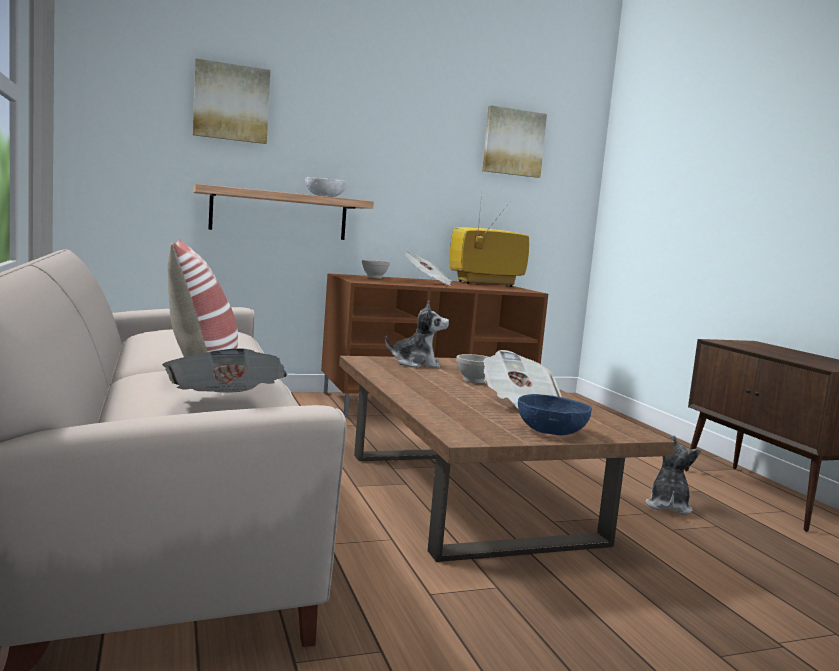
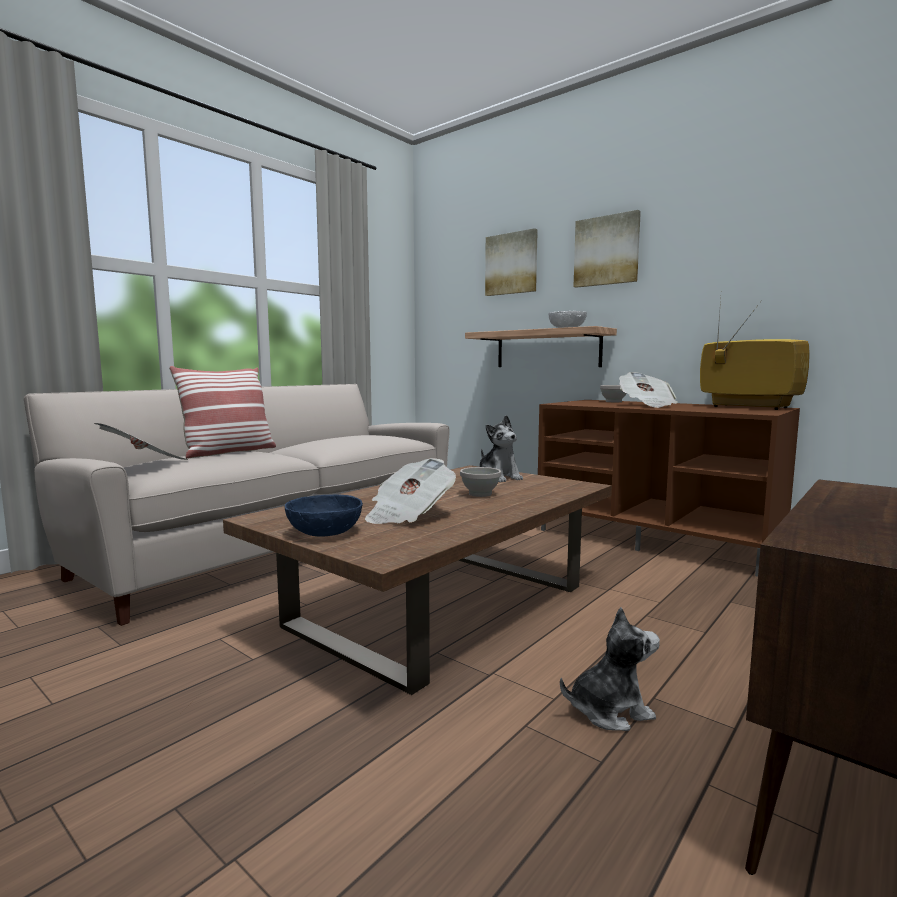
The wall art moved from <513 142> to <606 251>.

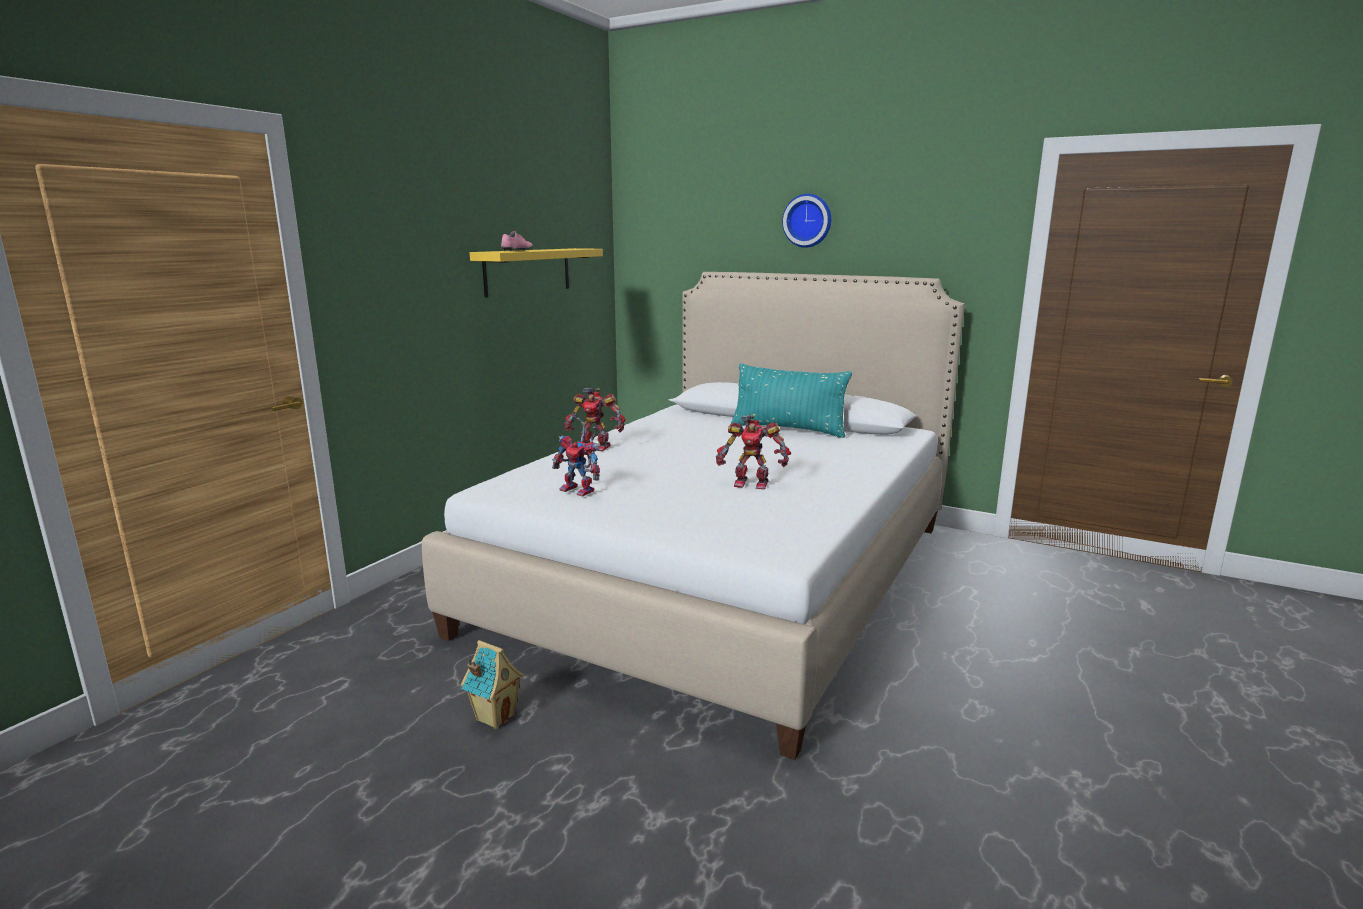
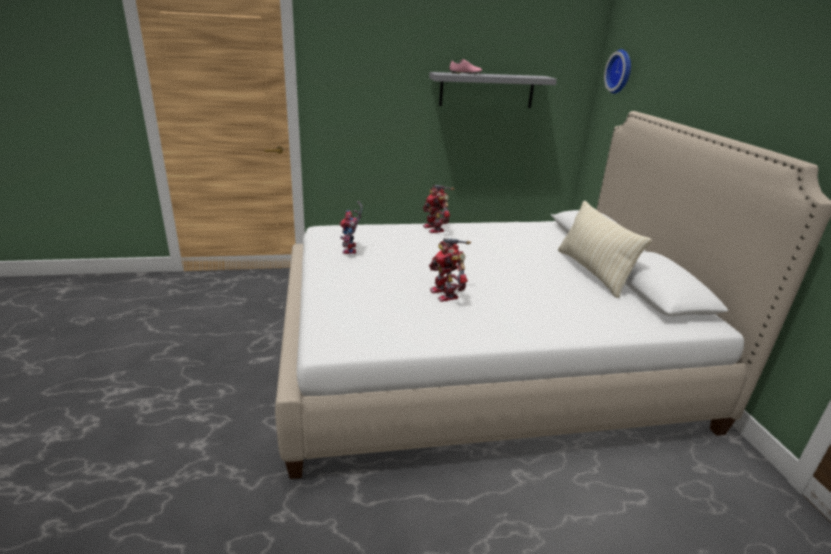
The clock on the wall moved from <808 220> to <621 71>.
The yellowish wall shelf at <528 271> became the grey wall shelf at <487 90>.
The blue-green throw pillow at <788 430> became the sand-coloured throw pillow at <592 272>.
The miniature house at <495 717> disappeared.

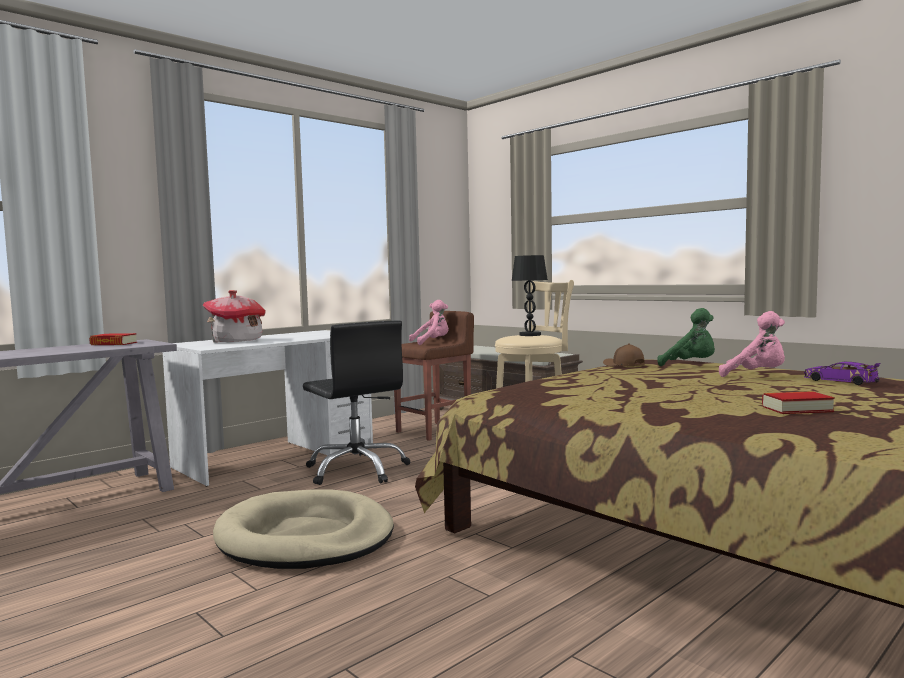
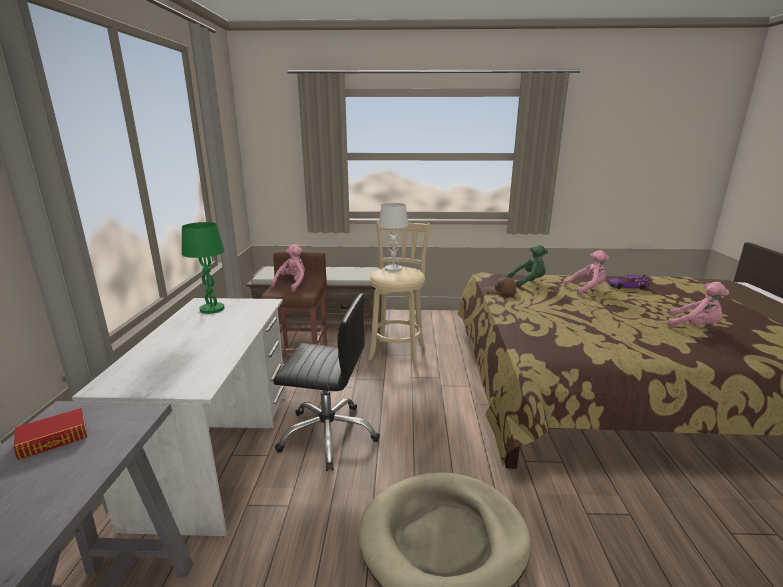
The black table lamp at <530 335> became the whitish table lamp at <393 269>.
The miniature house at <236 341> disappeared.
The book at <797 409> was replaced by the pinkish cuddly toy at <694 326>.
The green-coloured table lamp at <212 309> appeared.

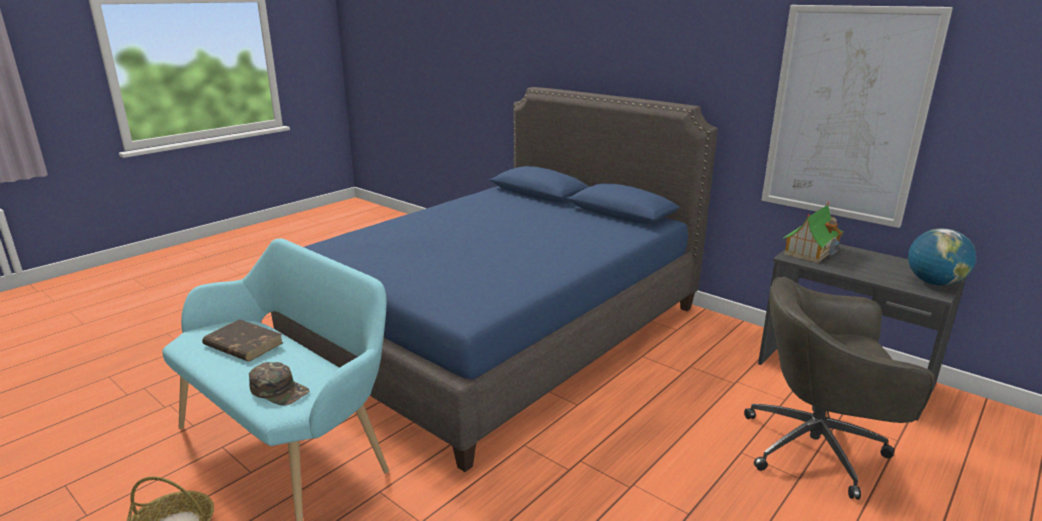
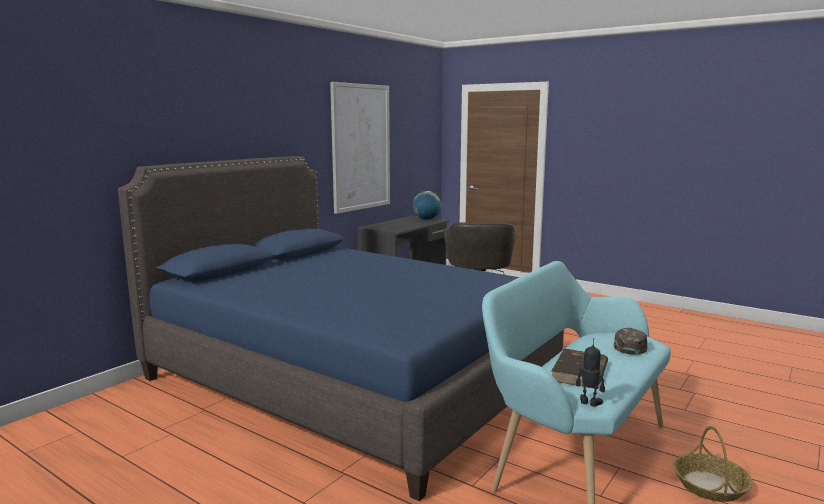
The miniature house at <810 251> disappeared.
The toy robot at <589 403> appeared.

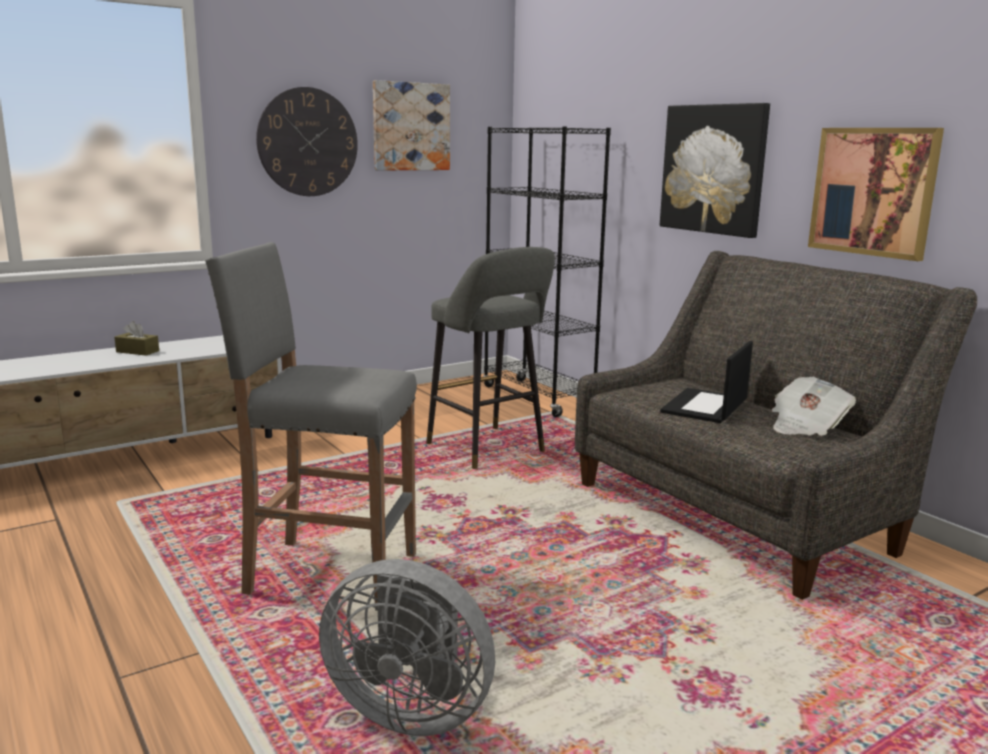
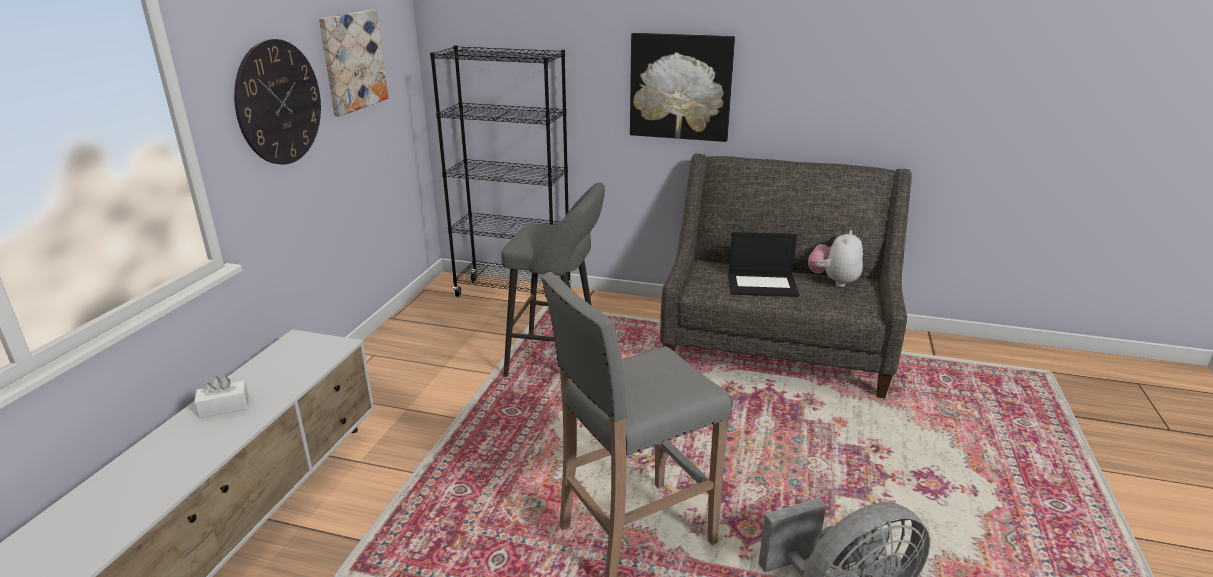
The wall art at <873 191> disappeared.
The brown tissue box at <137 351> became the whitish tissue box at <224 407>.
The portable computer at <705 407> turned 75 degrees counterclockwise.
The printed paper at <806 426> was replaced by the cuddly toy at <833 281>.

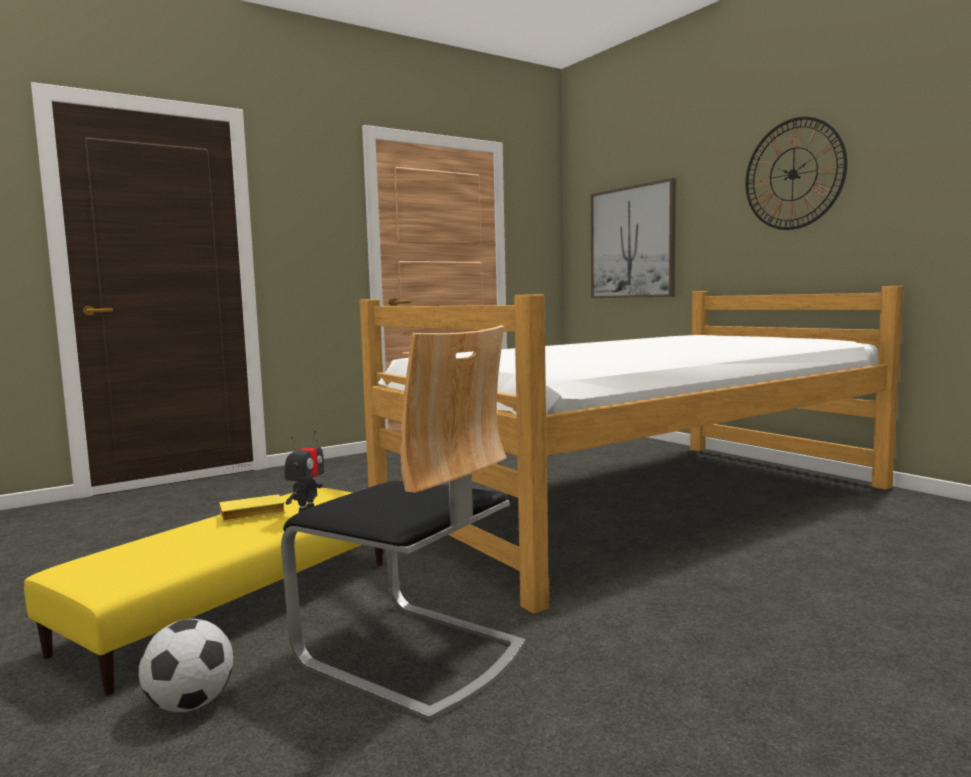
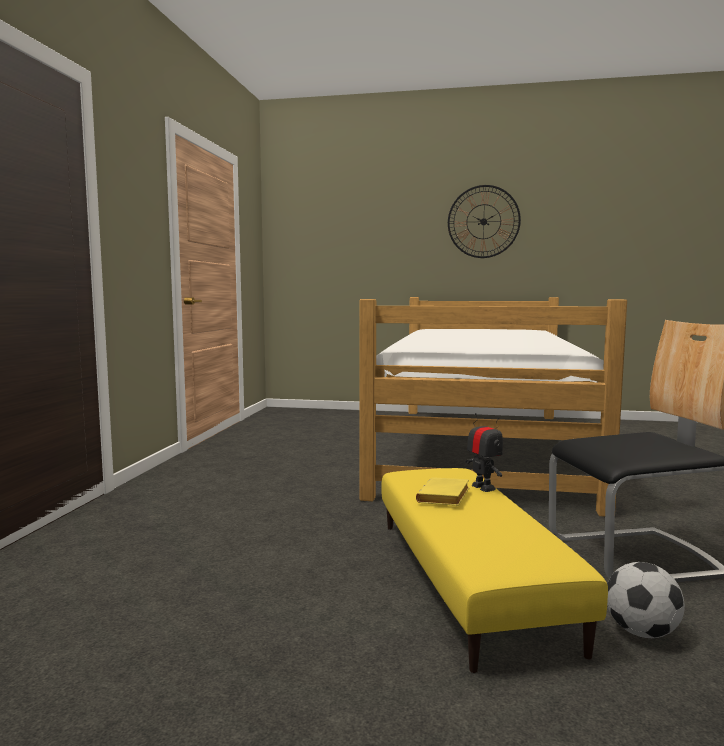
The wall art at <632 242> disappeared.

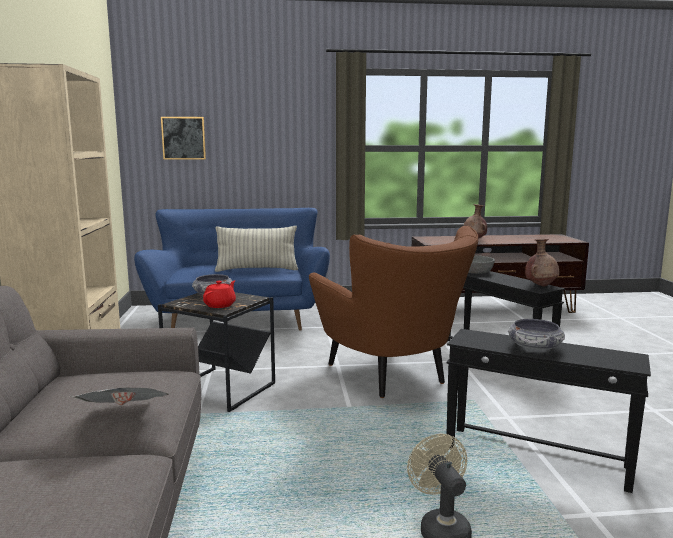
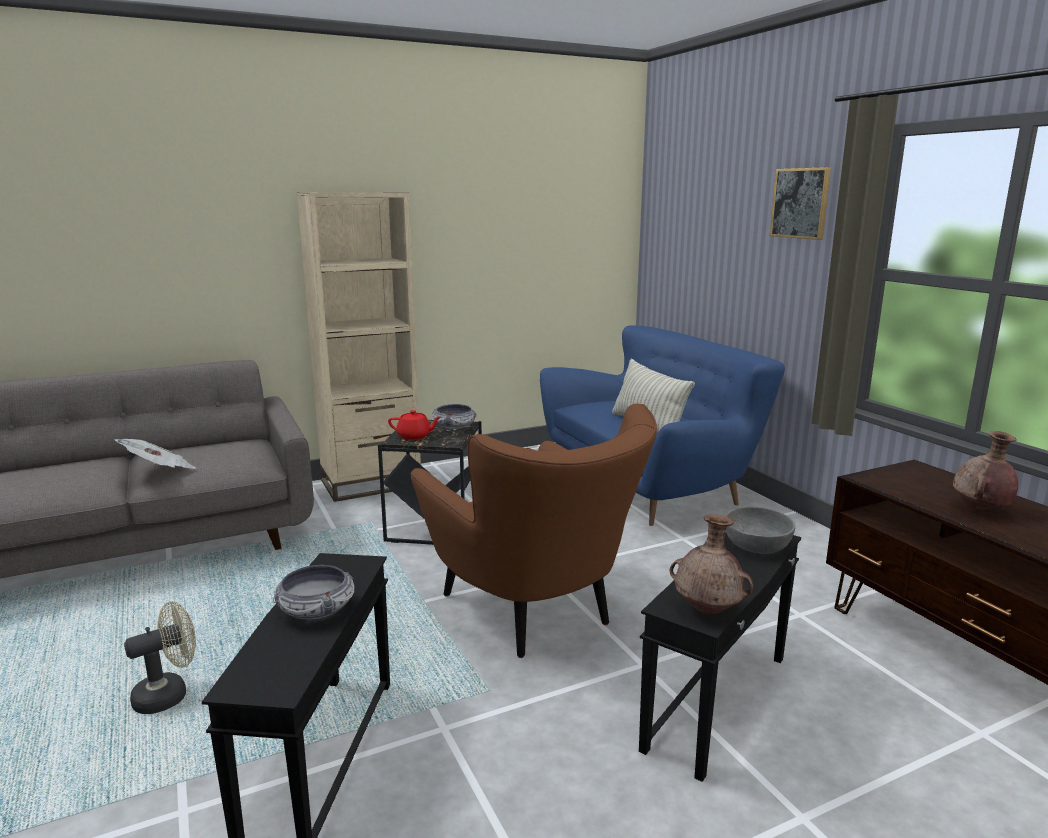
The wall art moved from <183 138> to <800 203>.
The brown easy chair at <391 376> turned 75 degrees counterclockwise.

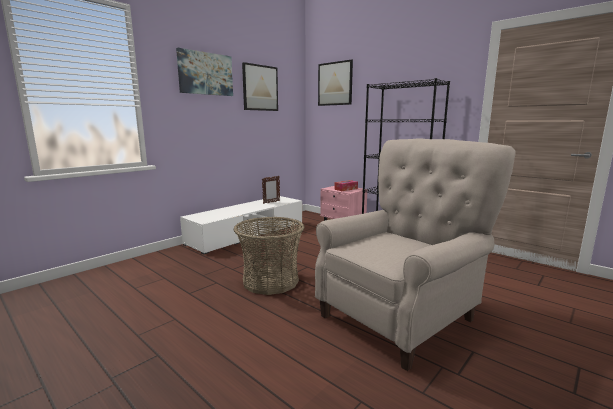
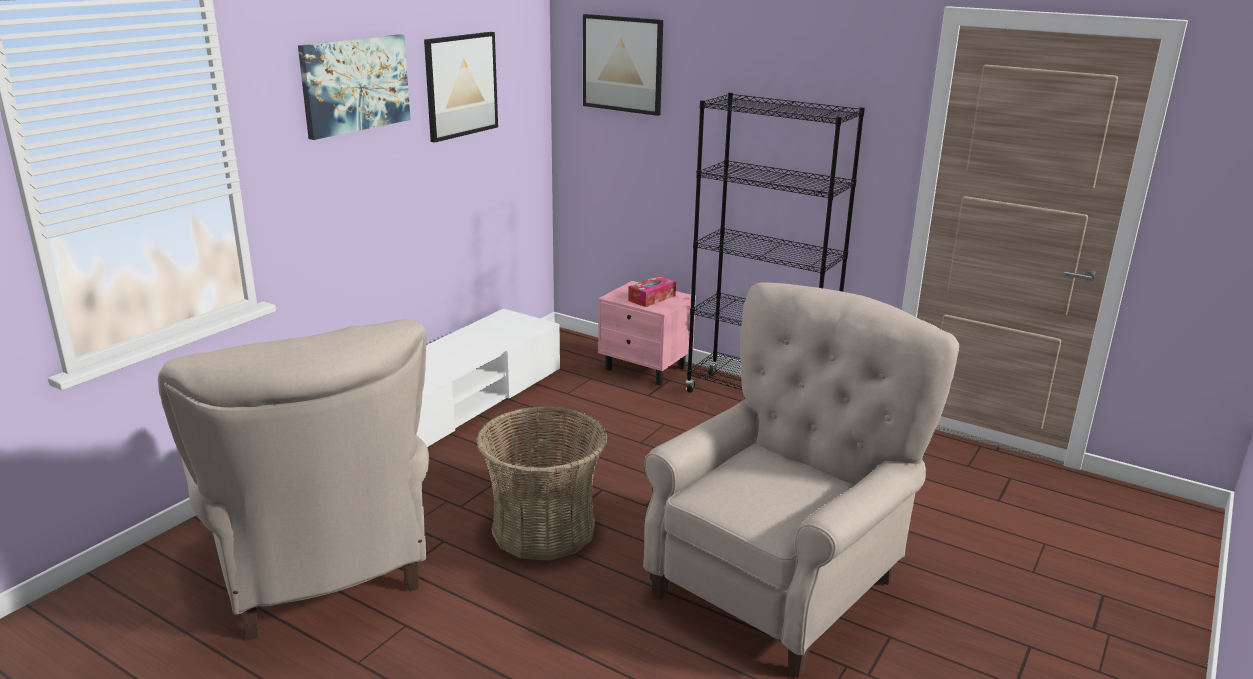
The picture frame at <271 202> disappeared.
The sand-coloured easy chair at <318 567> appeared.

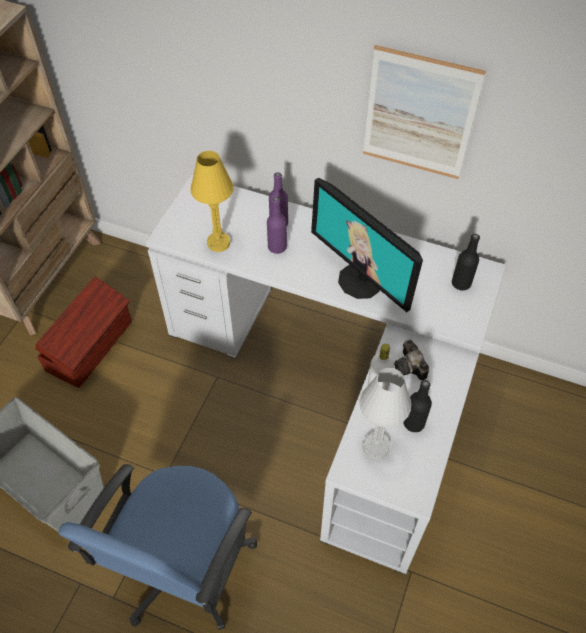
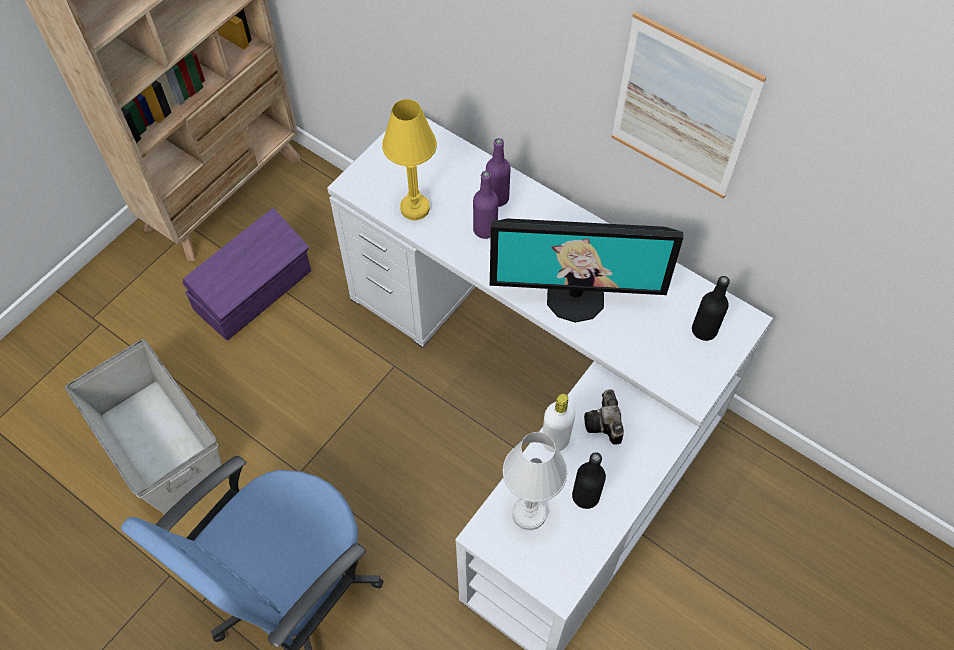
The monitor at <360 281> turned 60 degrees counterclockwise.
The brown storage box at <91 346> became the purple-coloured storage box at <255 291>.

